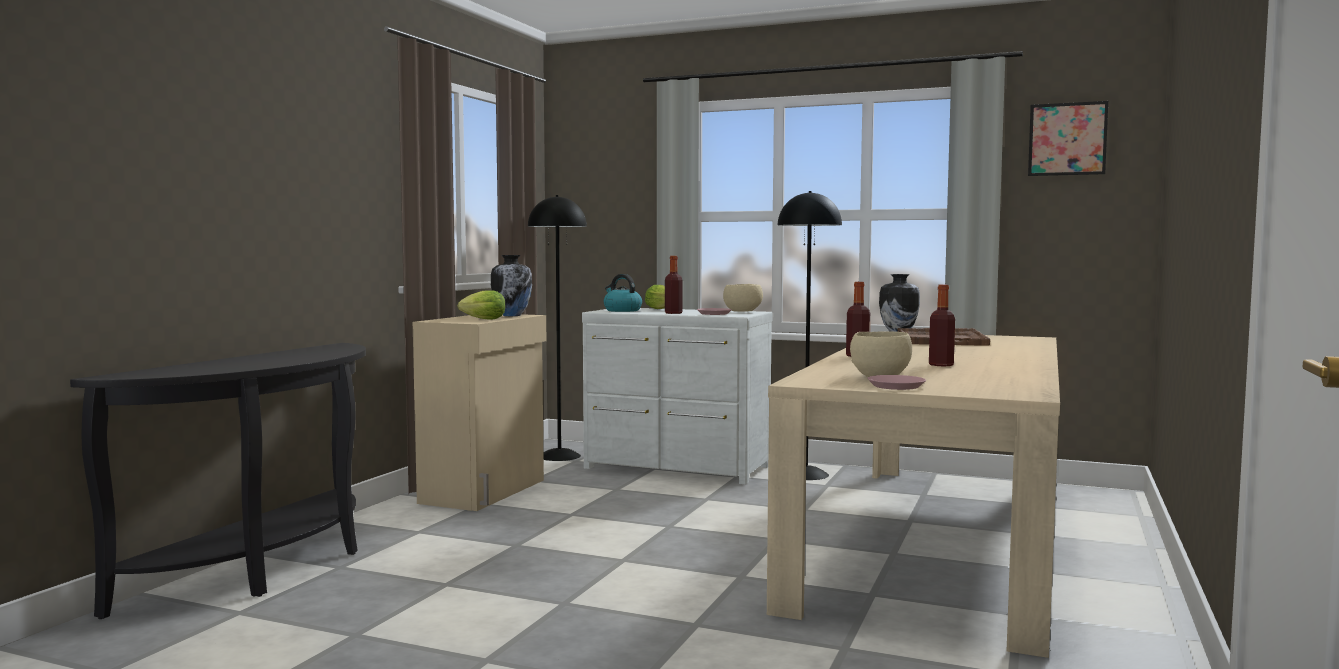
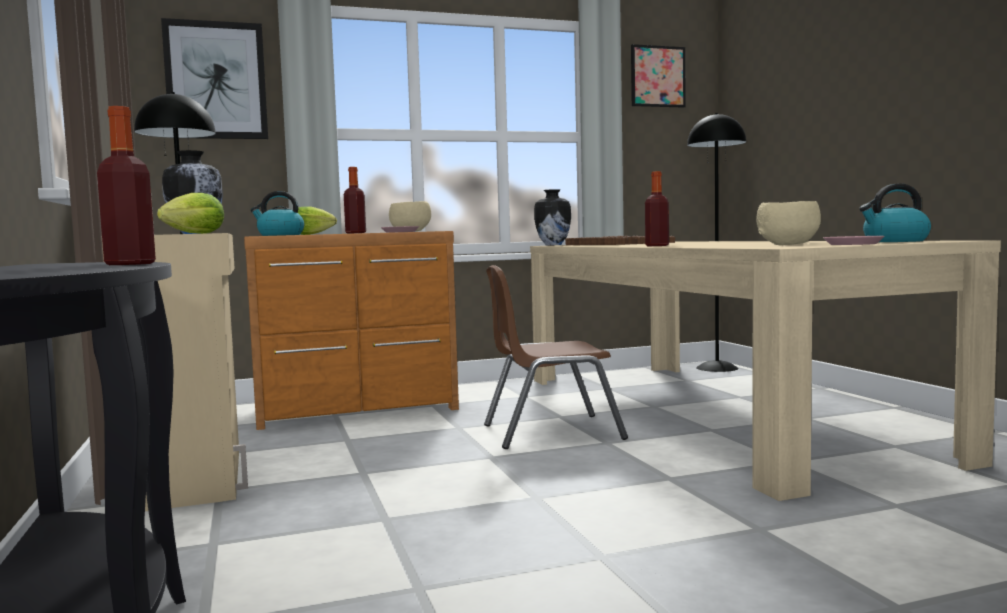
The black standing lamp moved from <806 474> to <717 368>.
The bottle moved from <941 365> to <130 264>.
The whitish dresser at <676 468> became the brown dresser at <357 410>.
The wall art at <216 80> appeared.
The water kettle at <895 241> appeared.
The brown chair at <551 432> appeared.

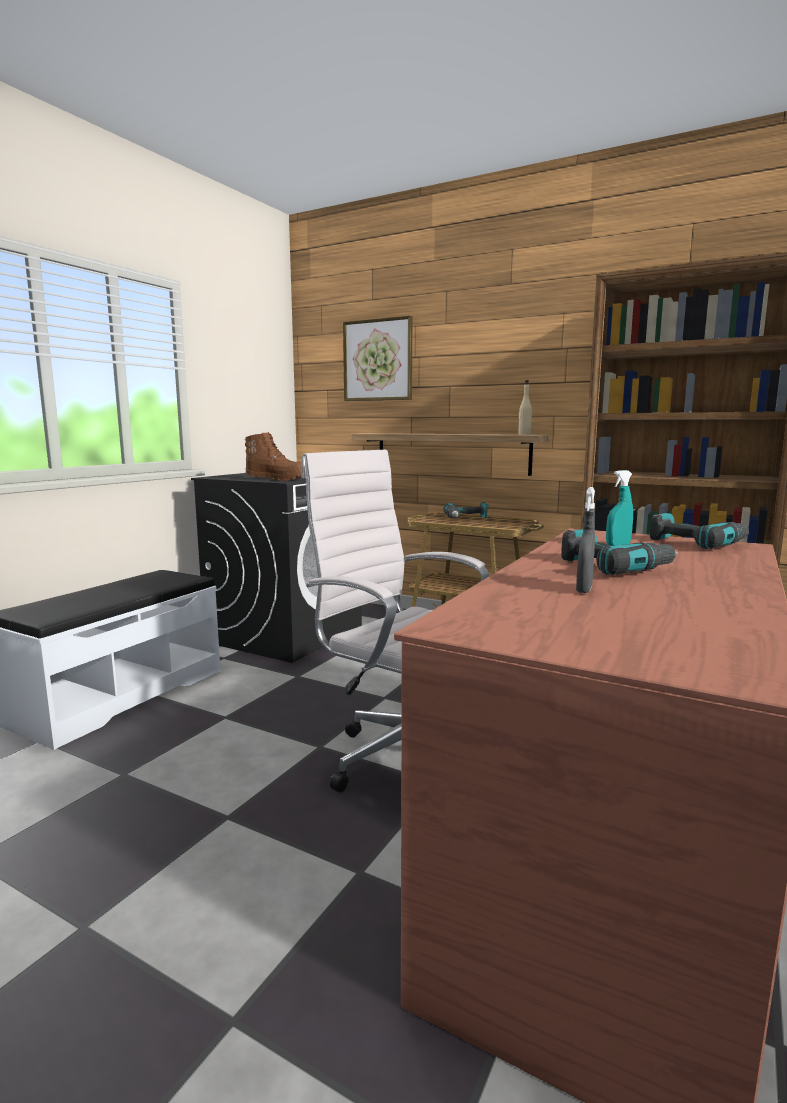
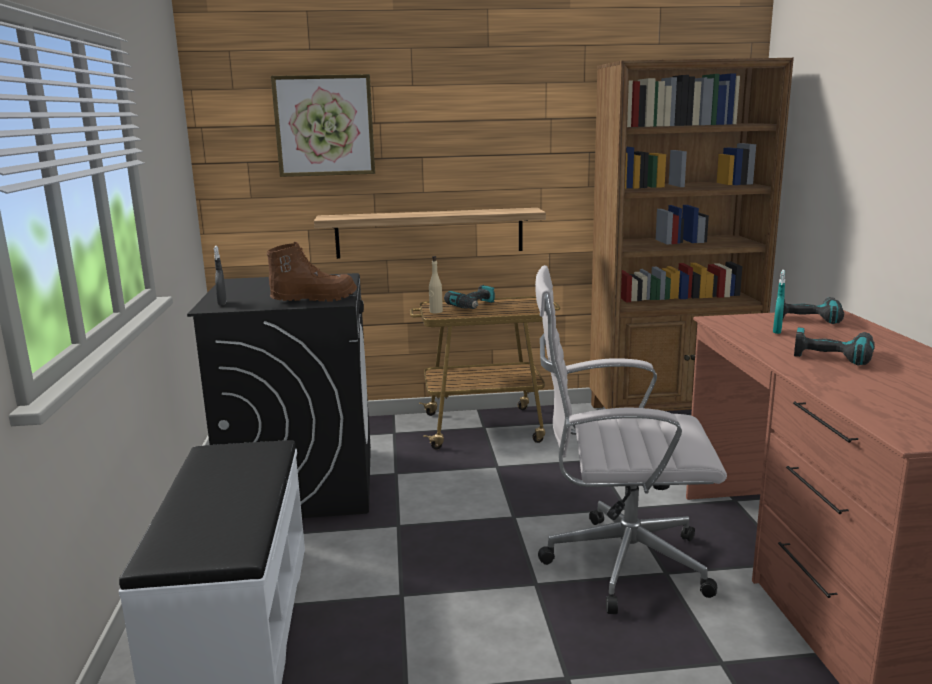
The sand-coloured bottle moved from <524 434> to <436 312>.
The grey sprayer moved from <584 589> to <222 303>.

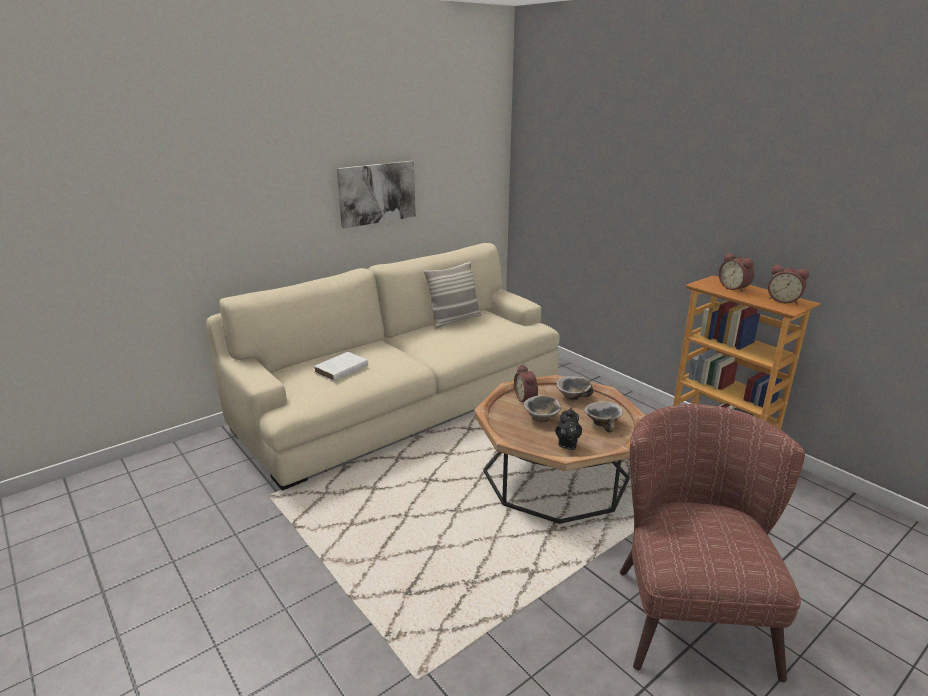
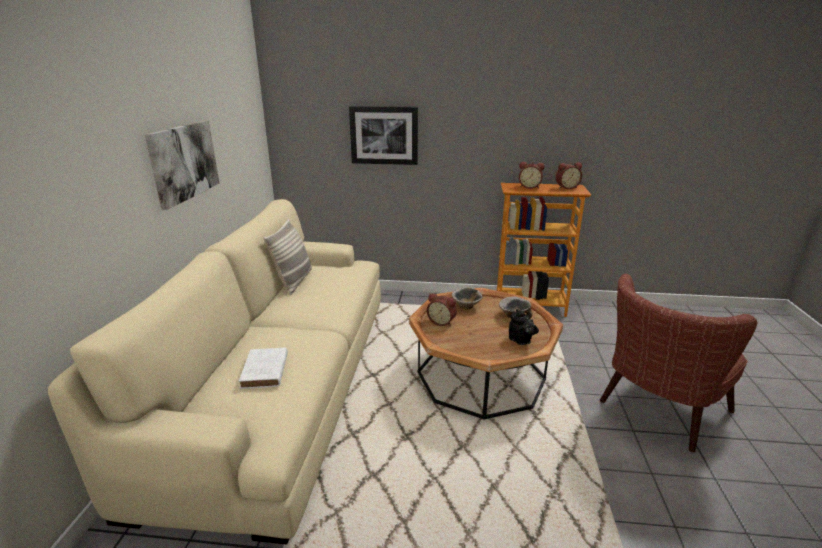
The deep dish at <541 418> disappeared.
The brown easy chair at <689 606> turned 90 degrees counterclockwise.
The wall art at <384 135> appeared.

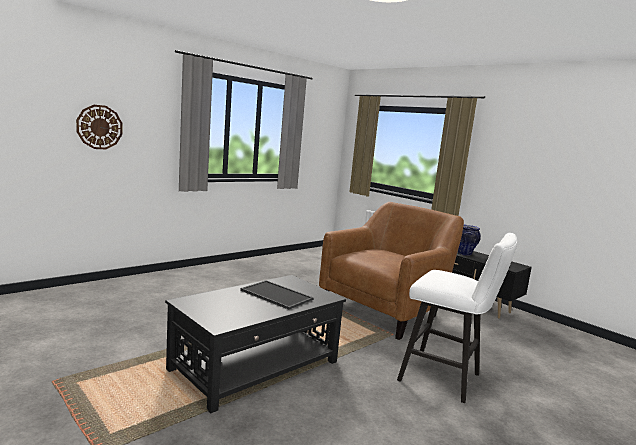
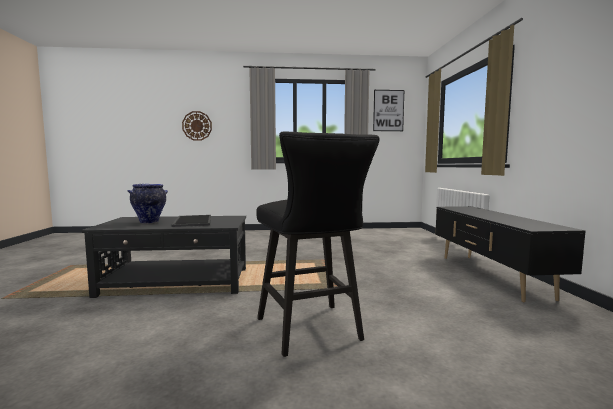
The brown easy chair at <385 309> disappeared.
The decorative vase moved from <464 254> to <149 222>.
The whitish stool at <445 379> became the black stool at <312 332>.
The wall art at <388 110> appeared.

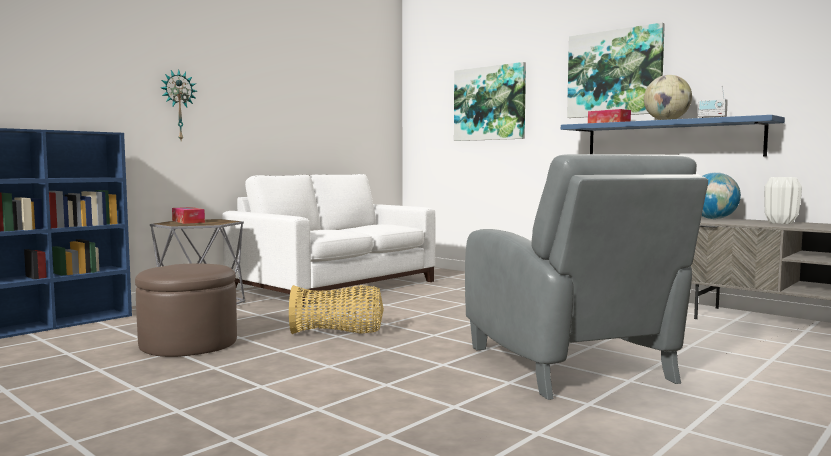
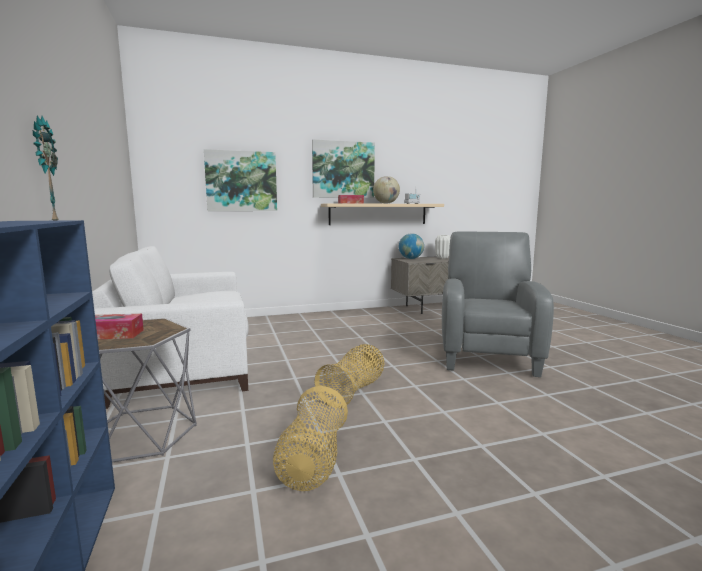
The bluish wall shelf at <671 139> became the sand-coloured wall shelf at <378 214>.
The grey easy chair at <571 366> turned 90 degrees counterclockwise.
The brown ottoman at <188 343> was replaced by the household basket at <312 462>.

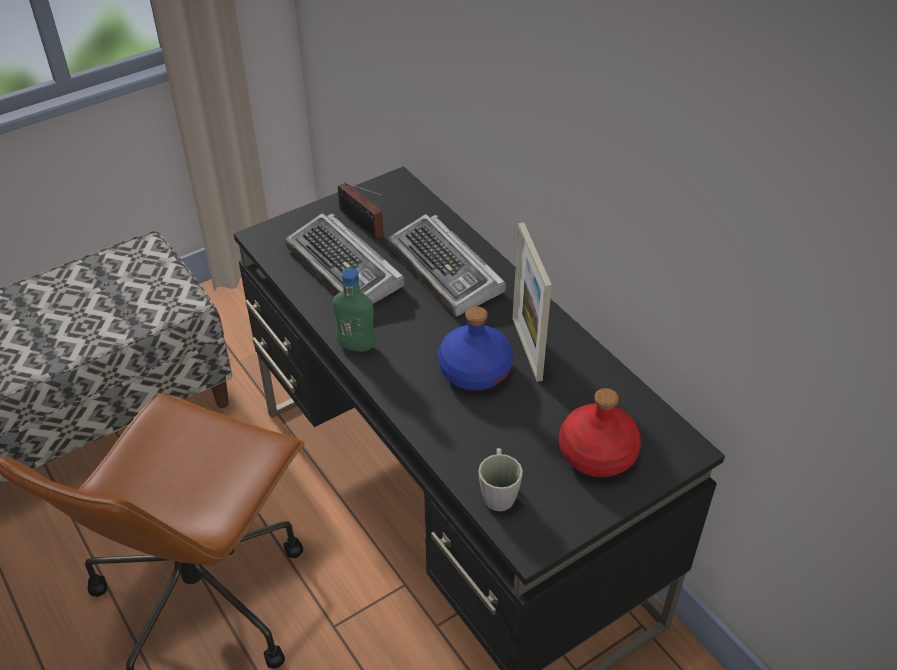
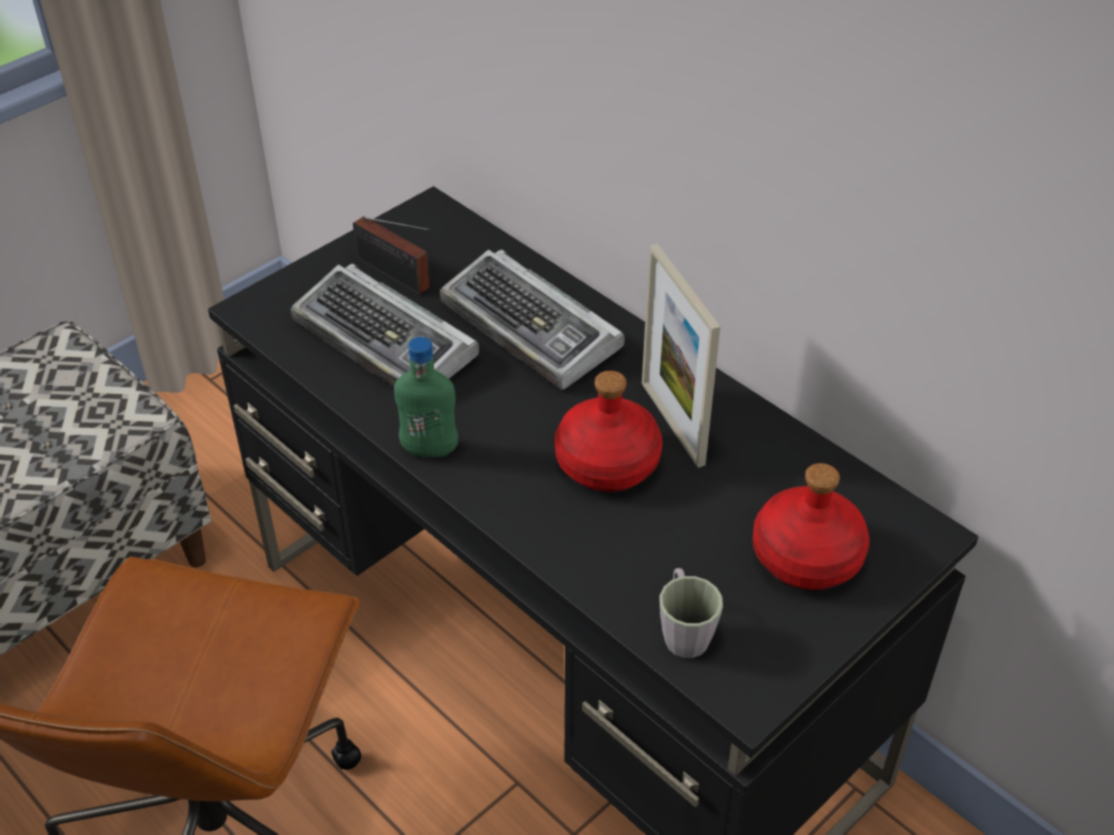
The bluish bottle at <474 370> became the red-coloured bottle at <606 462>.

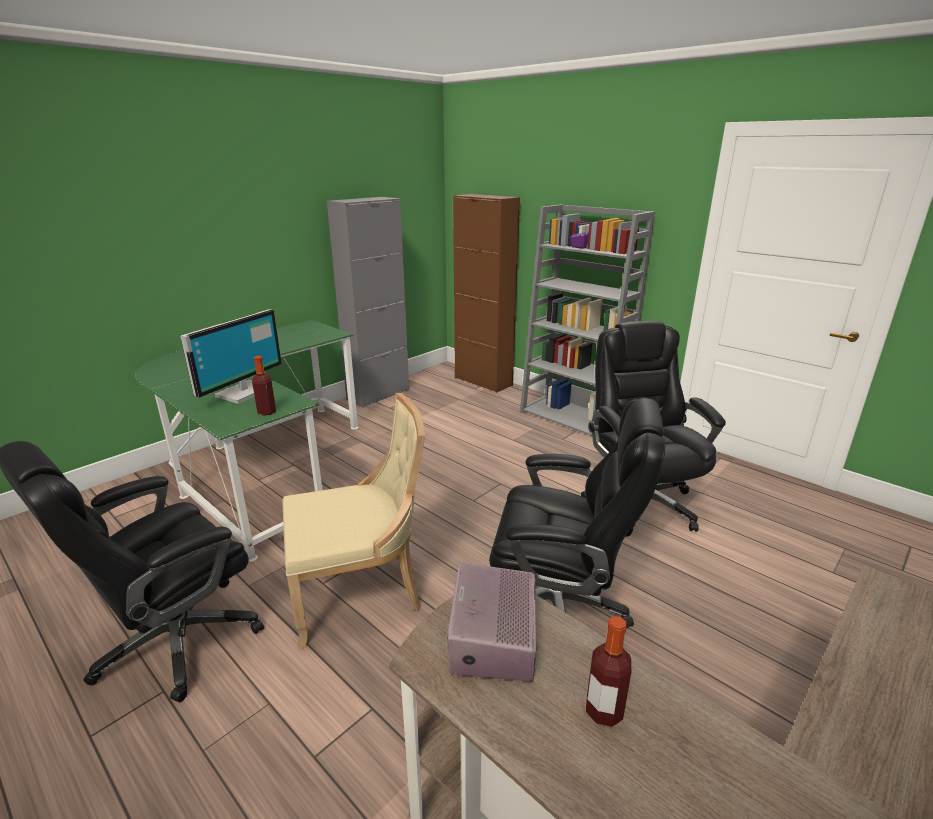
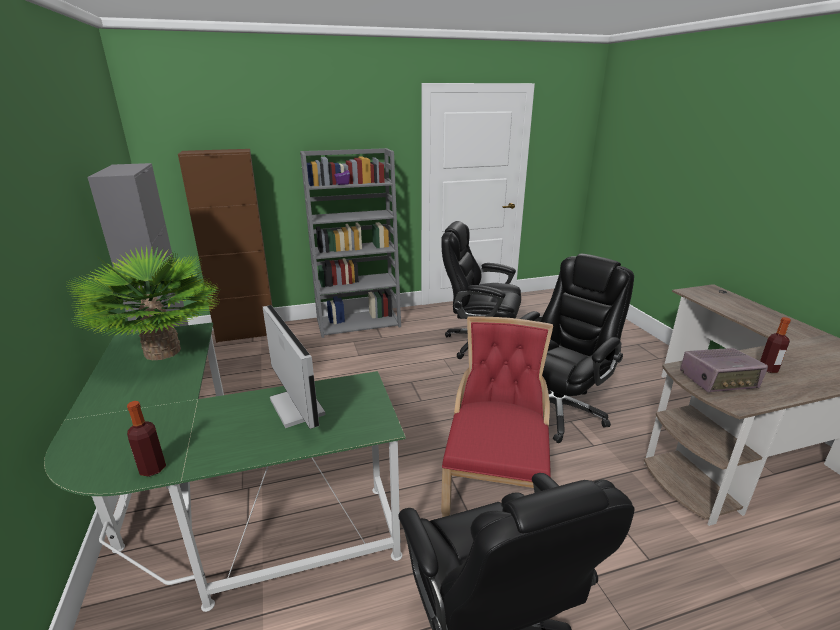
The bottle moved from <267 412> to <152 468>.
The sand-coloured chair at <361 593> became the red-coloured chair at <494 491>.
The radio set at <492 638> turned 45 degrees counterclockwise.
The plant in a pot at <163 352> appeared.

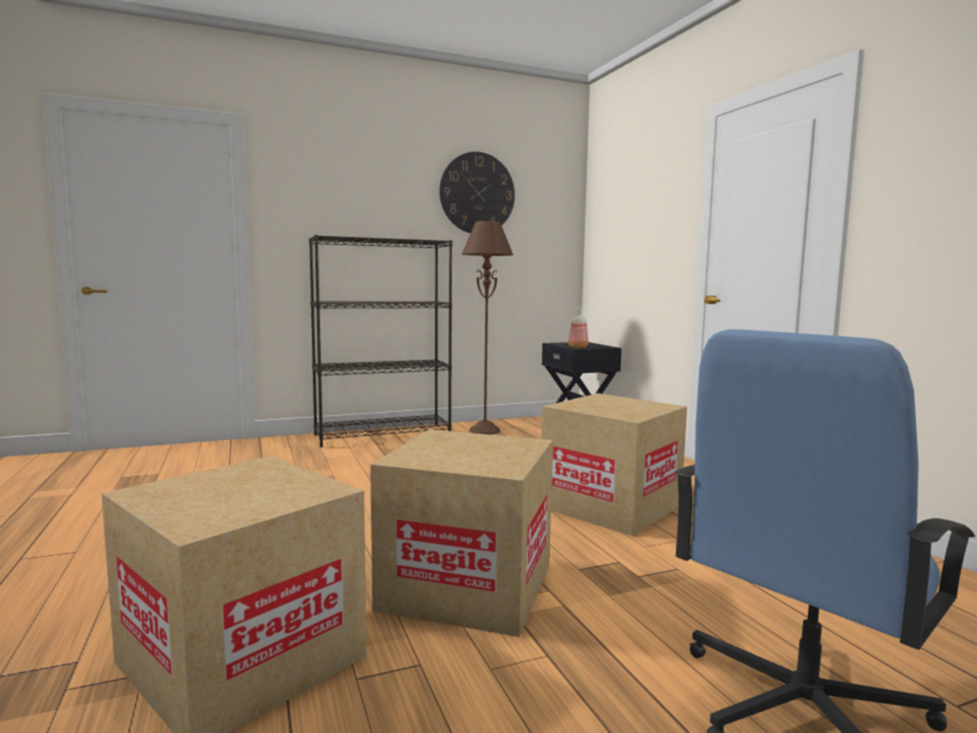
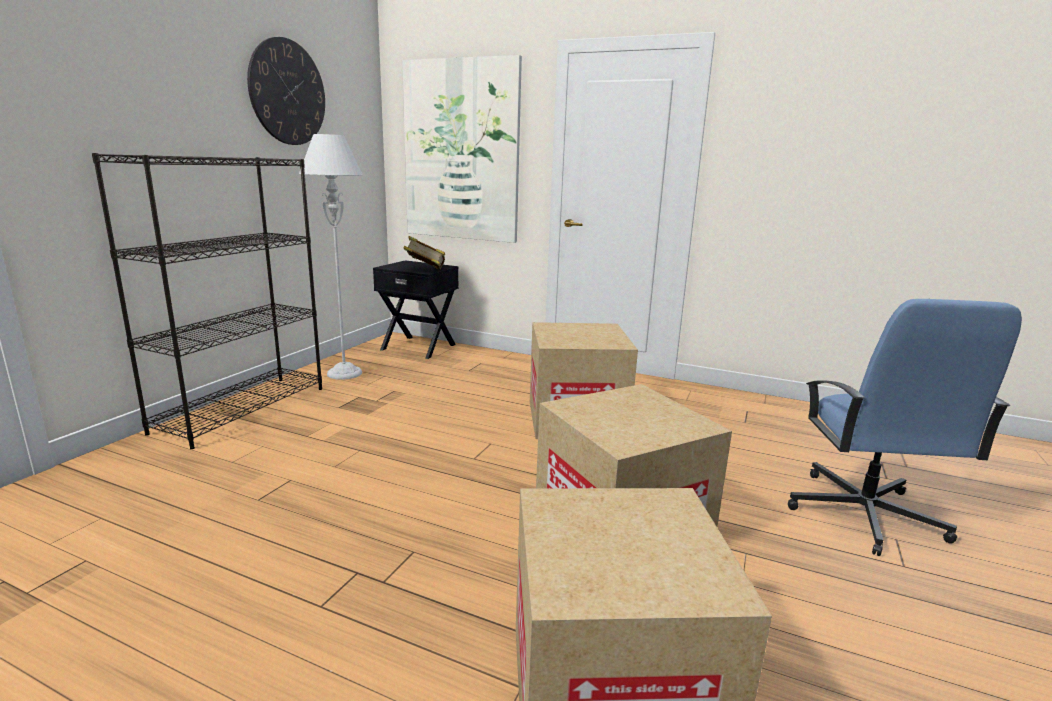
The brown standing lamp at <484 431> became the grey standing lamp at <344 373>.
The bottle at <578 347> was replaced by the book at <425 270>.
The wall art at <461 151> appeared.

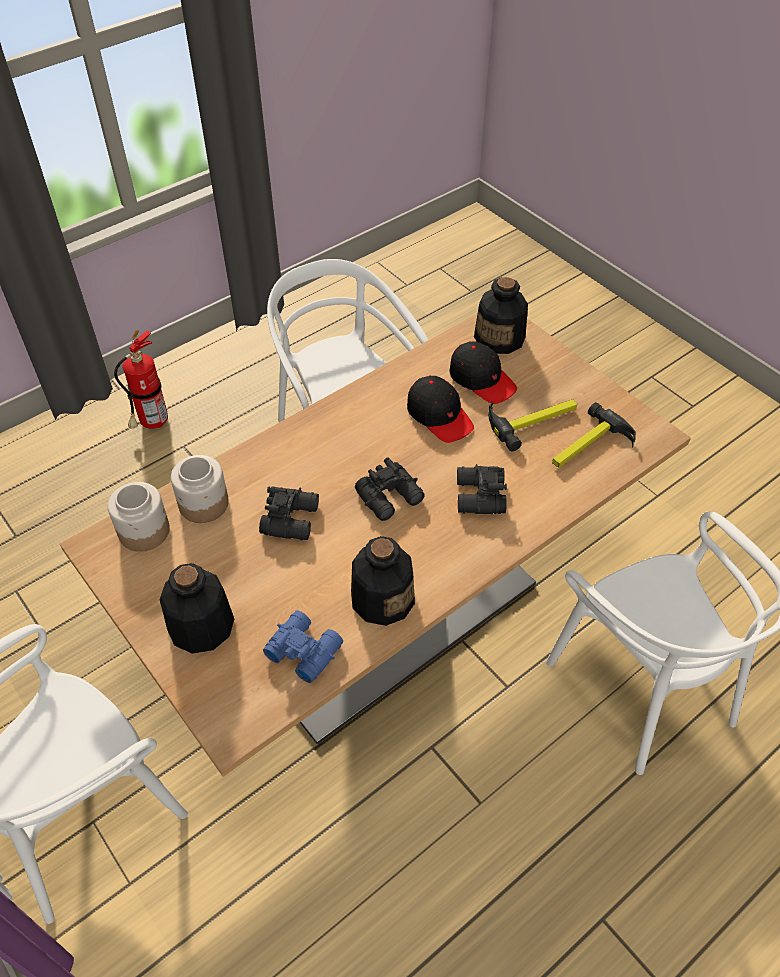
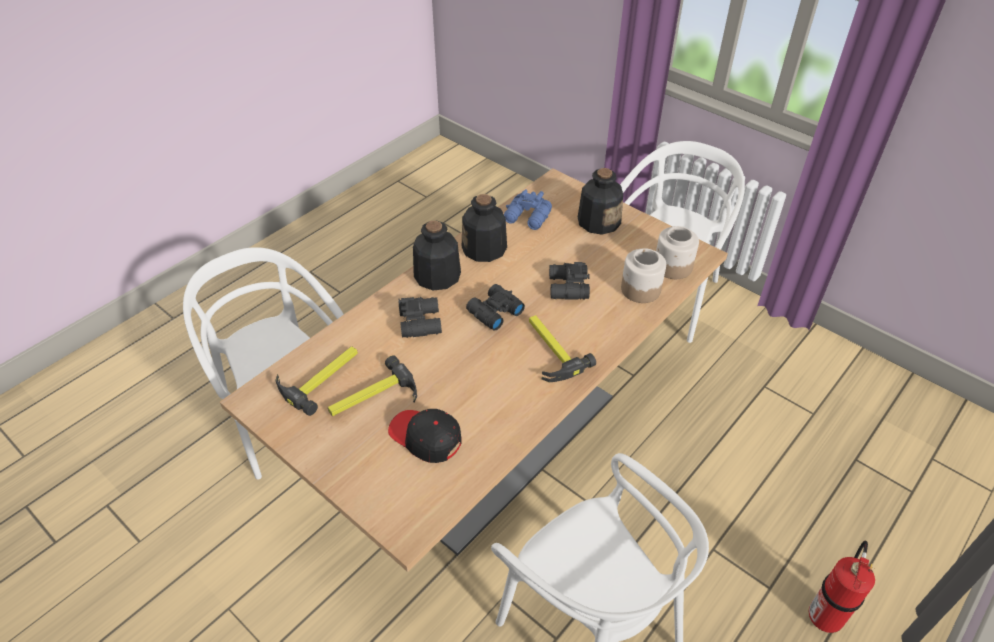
The bottle moved from <500 338> to <436 276>.
The black cap at <439 415> disappeared.
The hammer at <550 350> appeared.

